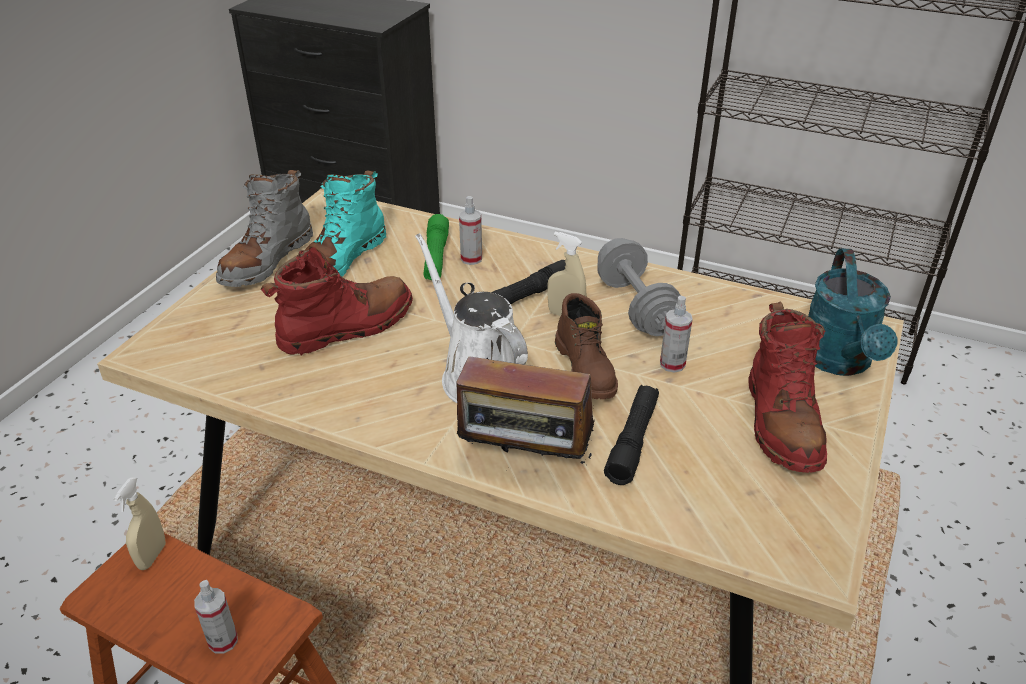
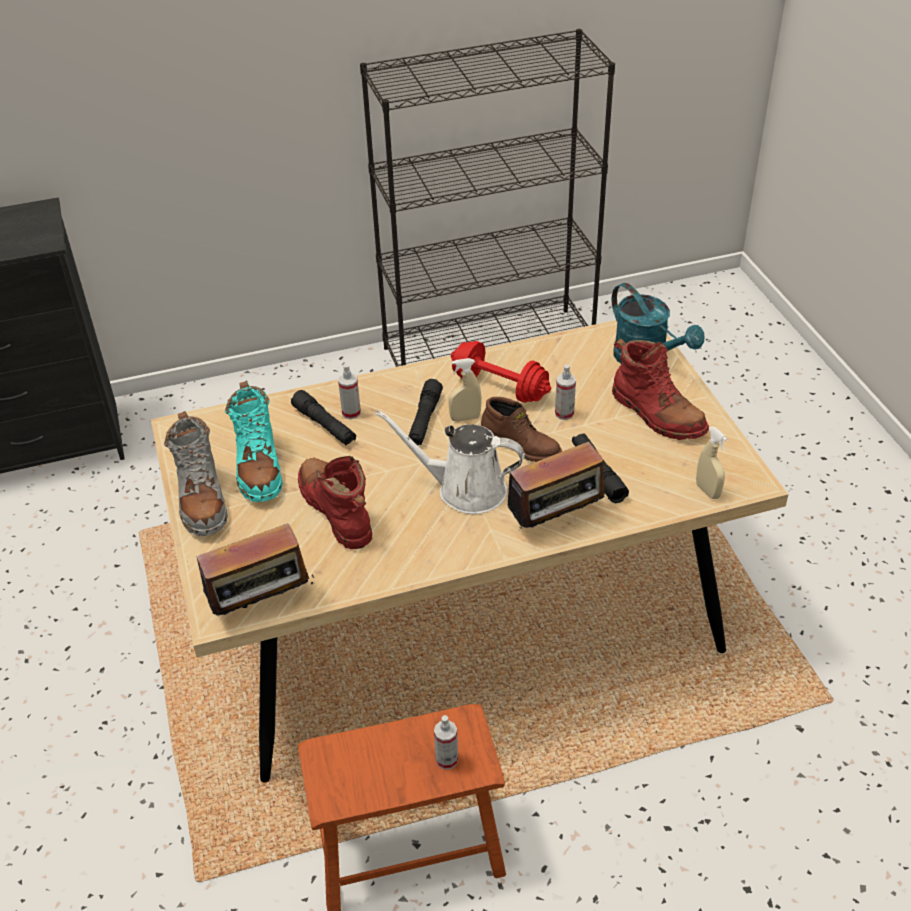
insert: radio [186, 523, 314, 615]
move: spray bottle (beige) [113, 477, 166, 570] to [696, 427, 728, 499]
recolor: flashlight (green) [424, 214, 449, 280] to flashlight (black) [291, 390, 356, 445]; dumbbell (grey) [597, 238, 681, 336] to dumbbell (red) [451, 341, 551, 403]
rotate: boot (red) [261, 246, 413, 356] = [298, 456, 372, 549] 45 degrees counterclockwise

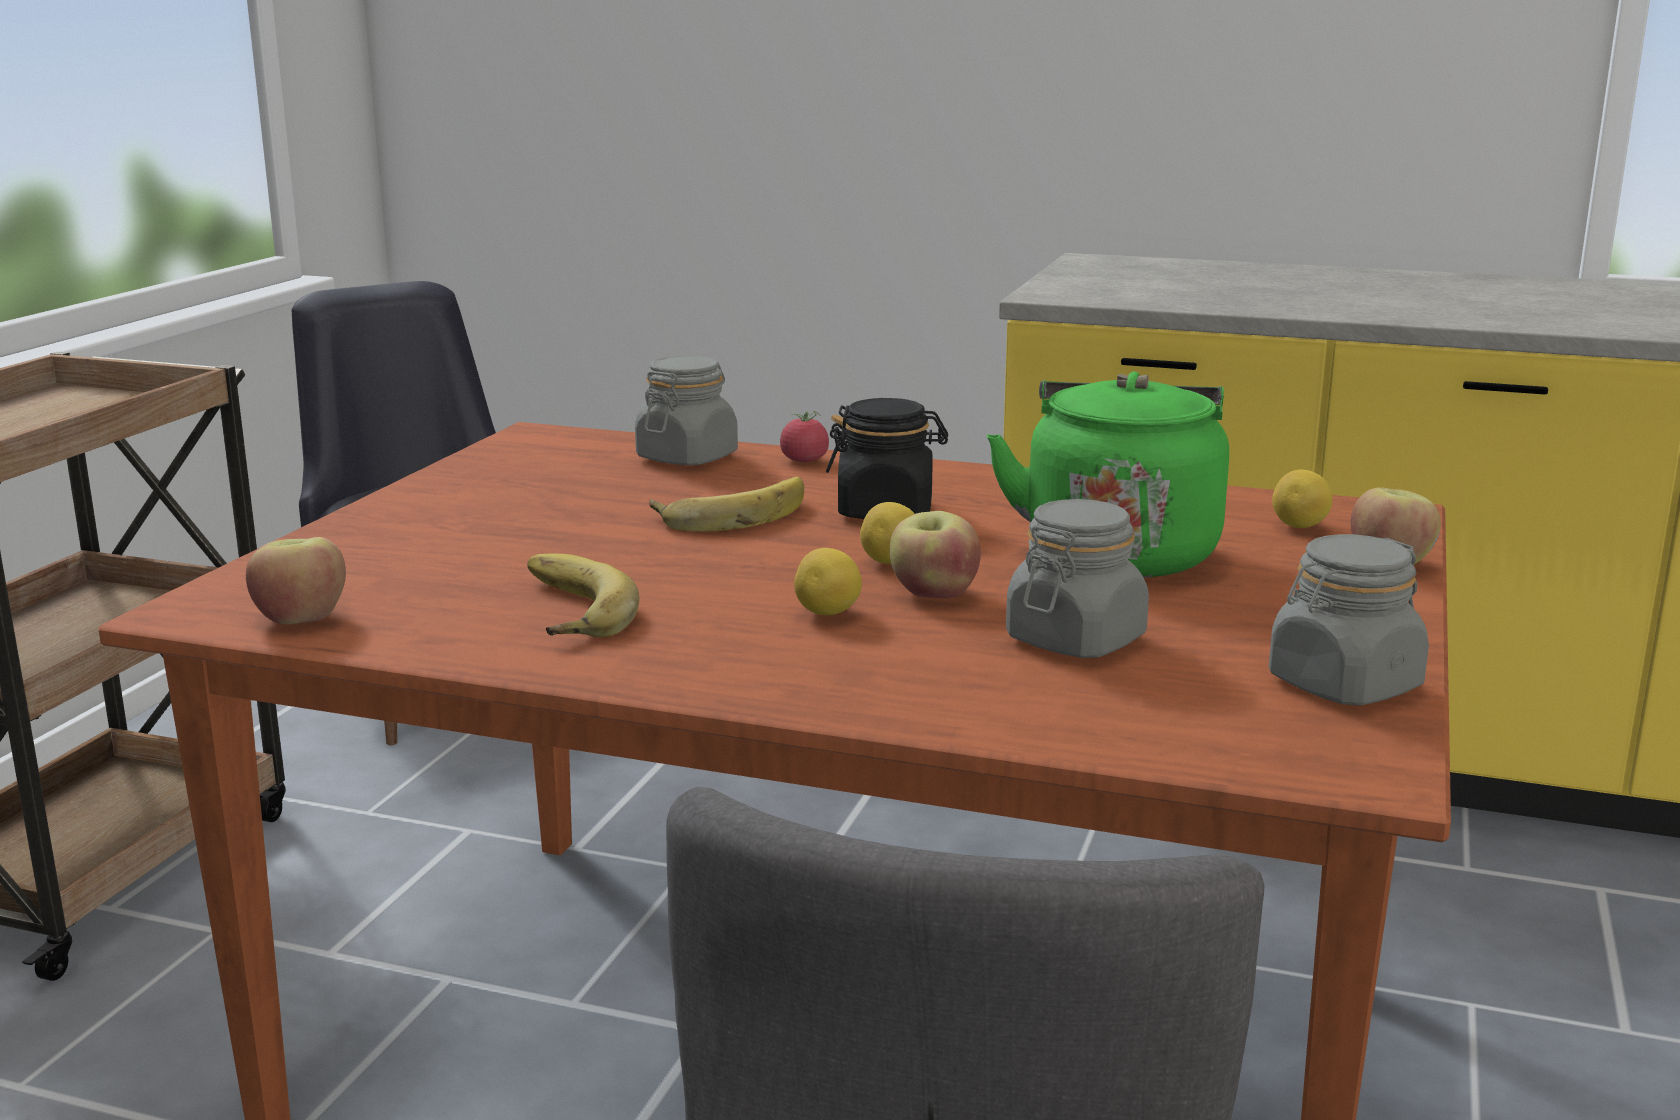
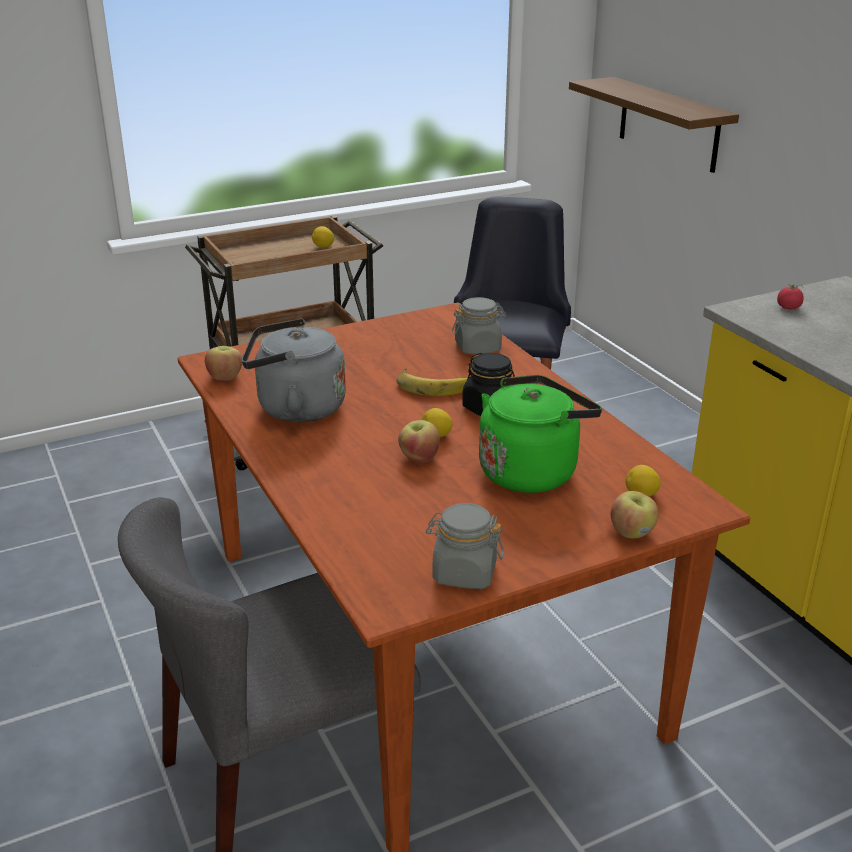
delete: jar (grey) [1006, 499, 1149, 658]
insert: shelf [569, 77, 739, 173]
move: tomato [780, 411, 829, 462] to [777, 283, 804, 309]; lemon [794, 548, 862, 615] to [312, 226, 334, 248]
replace: banana [528, 553, 640, 637] to kettle (grey) [242, 319, 346, 422]

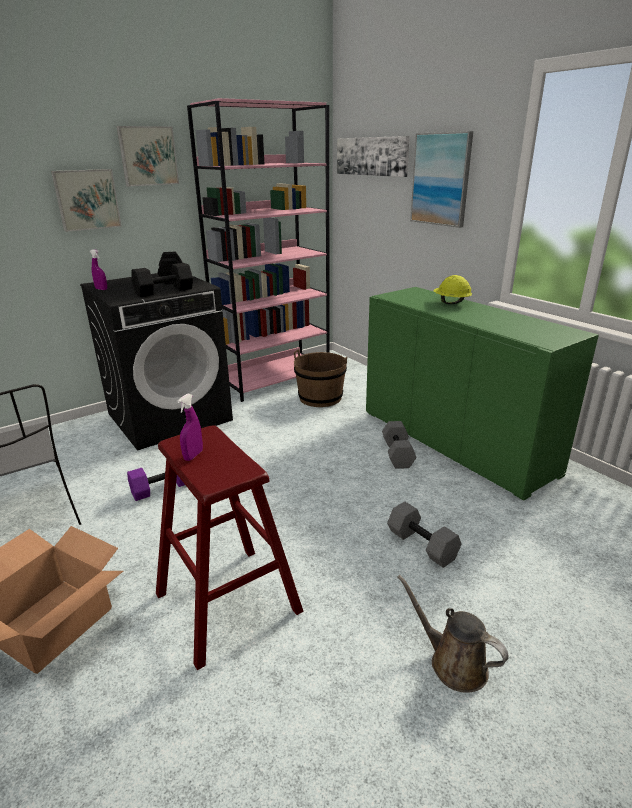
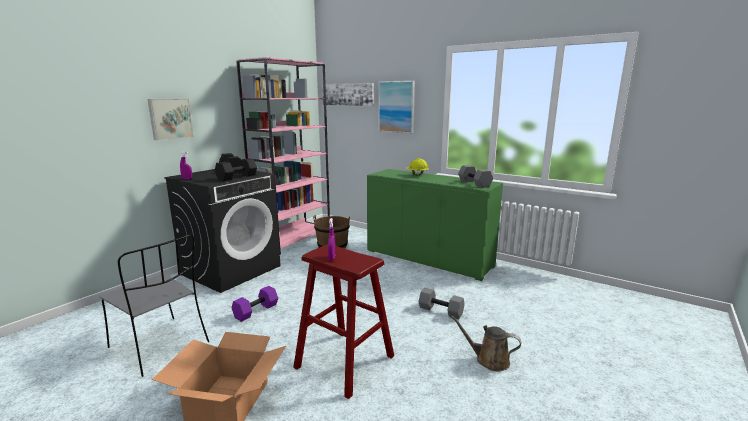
delete: picture [117, 126, 179, 187]
move: dumbbell (grey) [382, 421, 416, 469] to [458, 165, 493, 188]

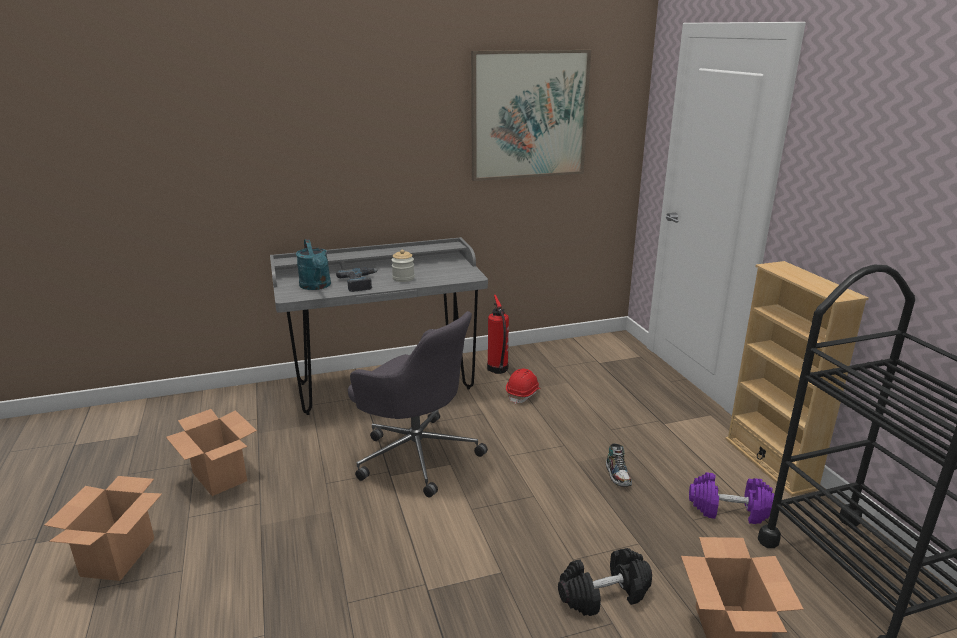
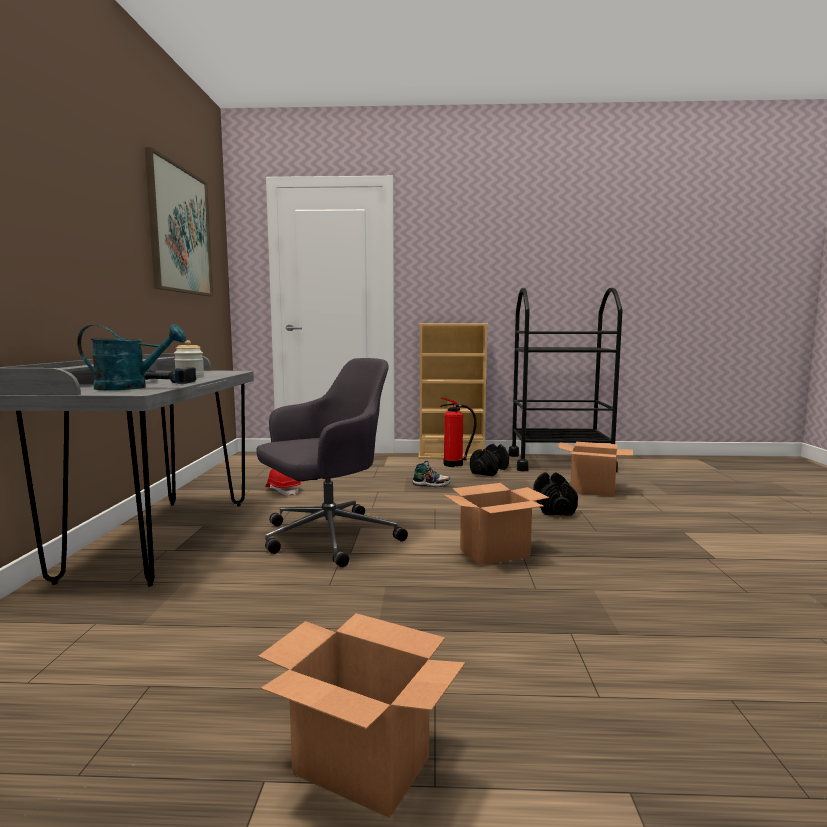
move: cardboard box [166, 409, 257, 496] to [443, 483, 550, 565]; fire extinguisher [487, 295, 509, 374] to [441, 397, 477, 467]
recolor: dumbbell (purple) [689, 472, 774, 524] to dumbbell (black) [470, 444, 509, 476]

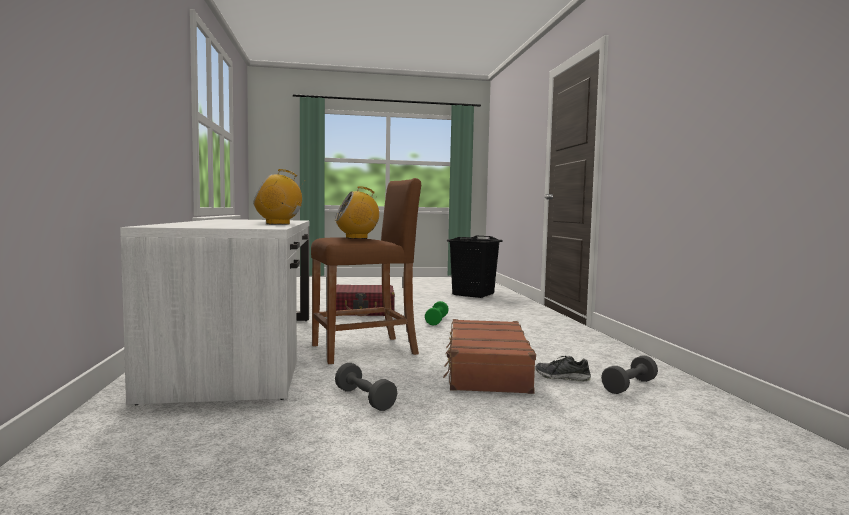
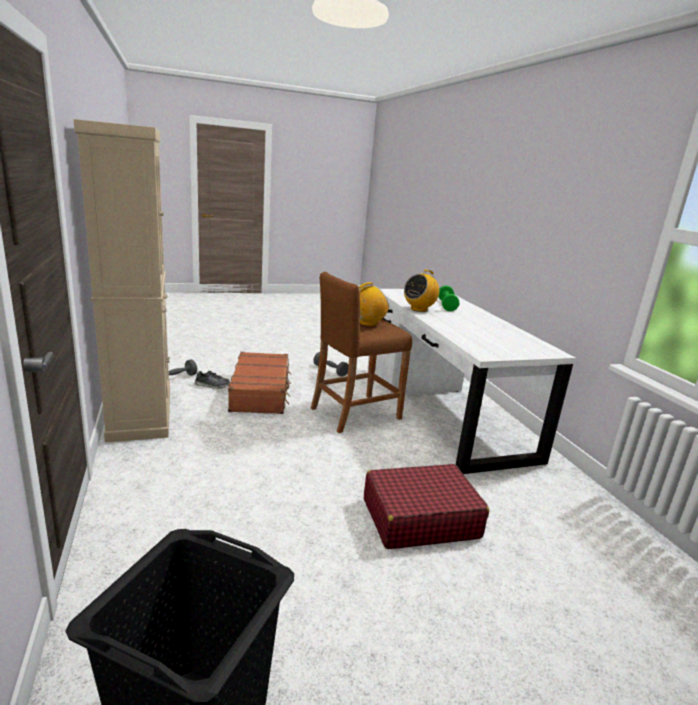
insert: cabinet (beige) [73, 119, 170, 442]
move: dumbbell (green) [425, 301, 449, 325] to [438, 285, 459, 311]
rotate: radio [253, 169, 304, 225] = [404, 270, 439, 312] 150 degrees clockwise

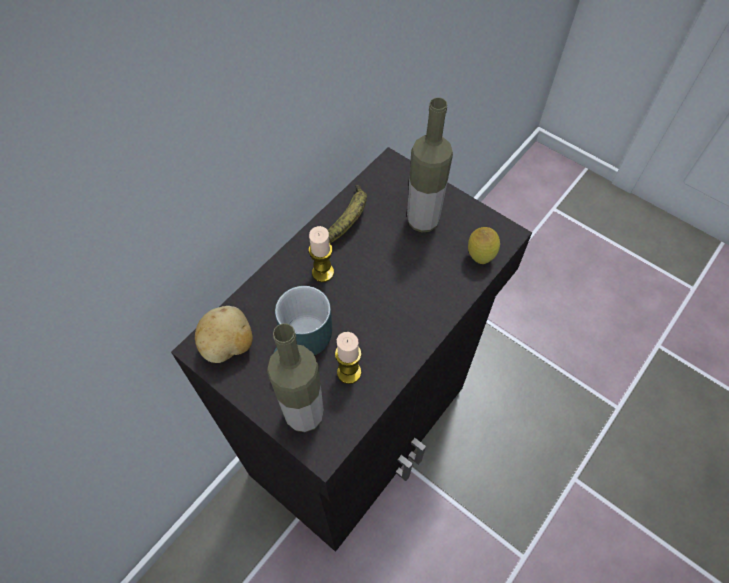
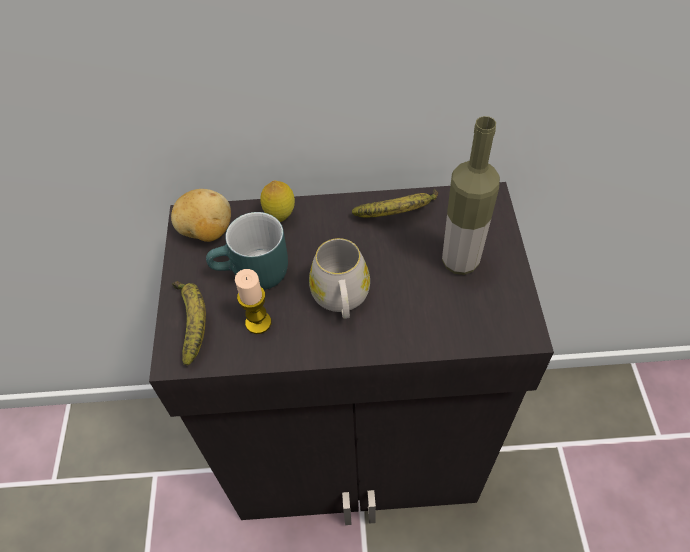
delete: candle [309, 226, 334, 282]
insert: mug (white) [309, 238, 370, 319]
move: lemon [468, 227, 500, 264] to [260, 180, 295, 222]
replace: bottle [267, 323, 324, 432] to banana [172, 281, 206, 365]

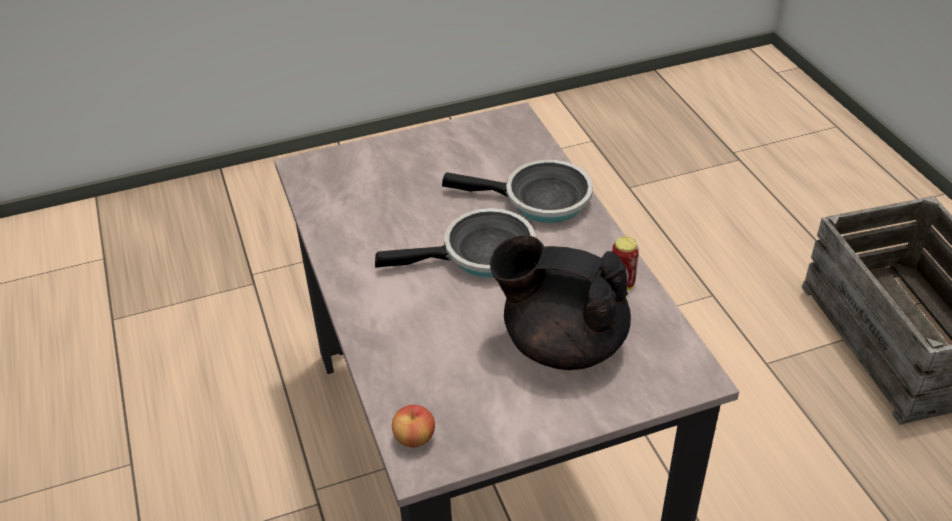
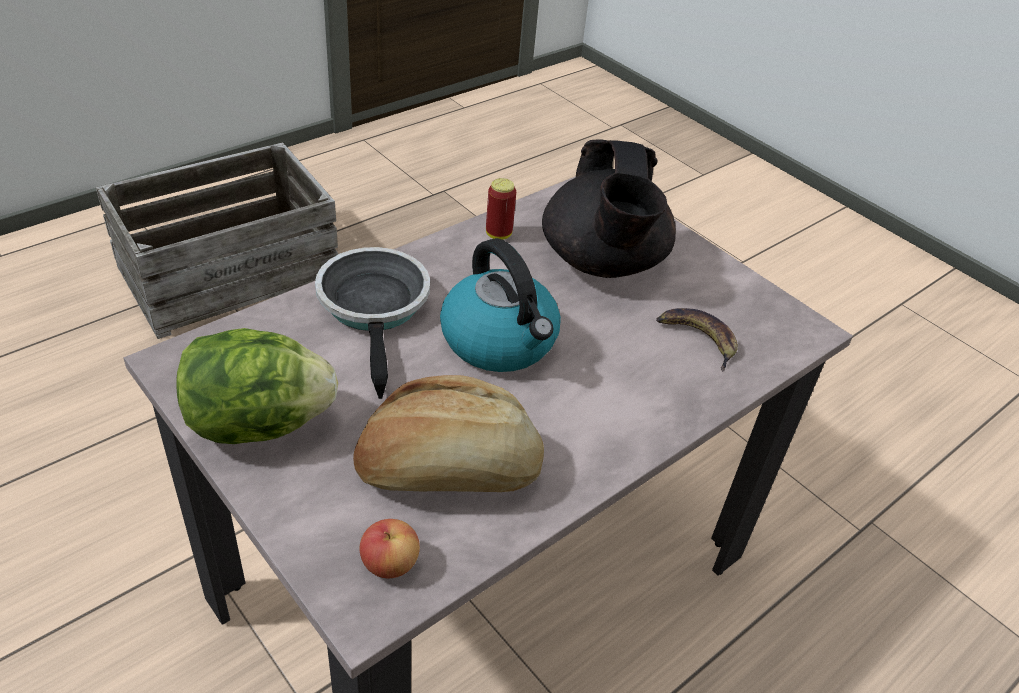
insert: lettuce [176, 328, 338, 444]; bread [353, 375, 544, 492]; banana [656, 308, 738, 372]
move: apple [392, 405, 435, 447] to [360, 519, 420, 579]
replace: frying pan [375, 208, 535, 278] to kettle [440, 238, 561, 372]

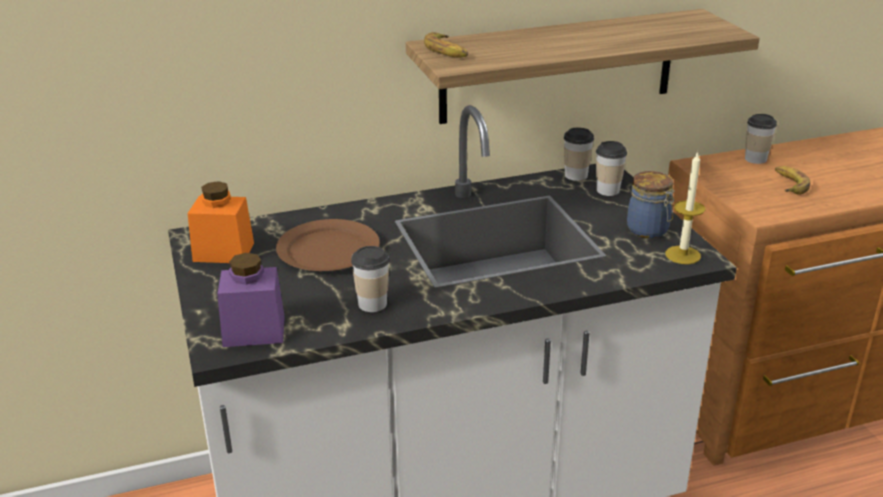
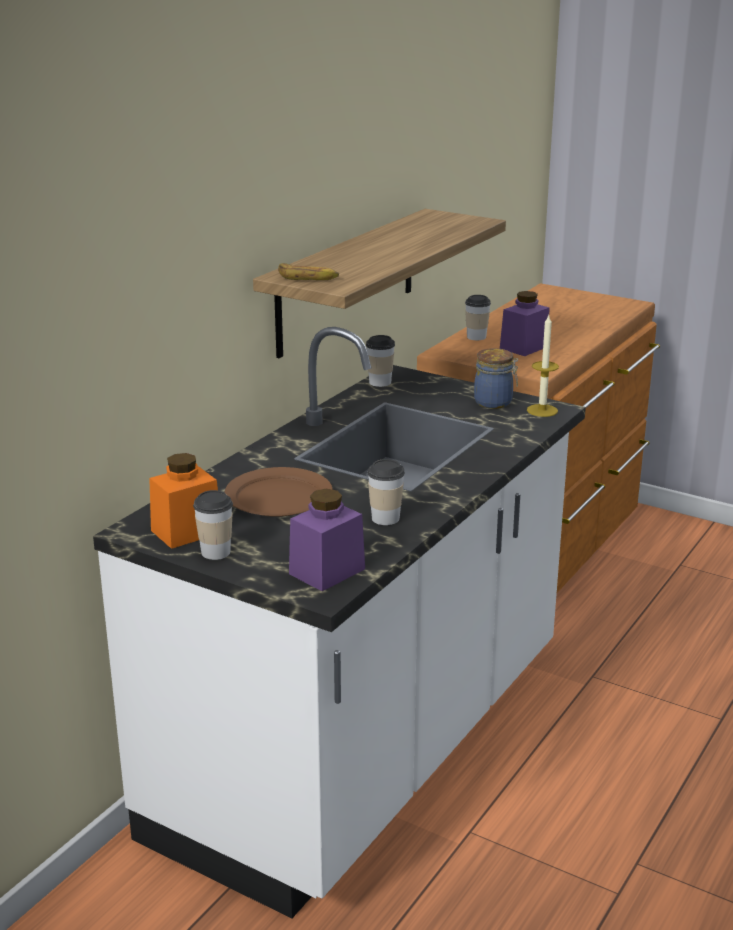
move: cup [596, 141, 627, 196] to [193, 490, 233, 560]
replace: banana [775, 166, 810, 195] to jar (purple) [500, 291, 549, 356]

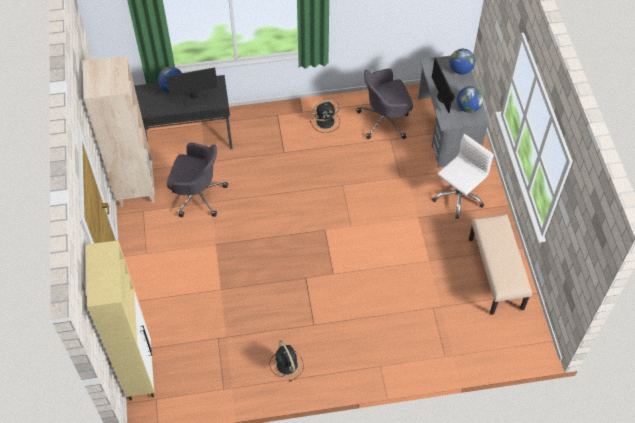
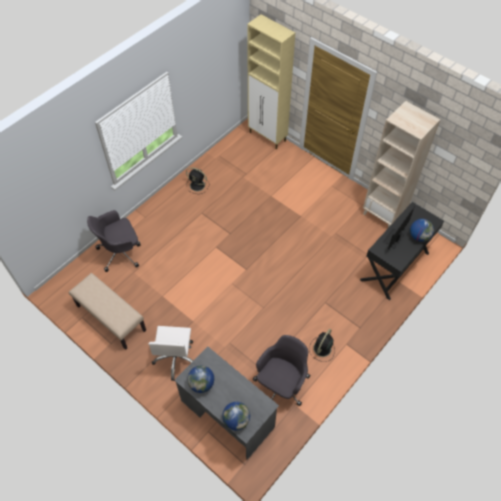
delete: monitor [432, 57, 455, 113]
move: office chair (grey) [167, 143, 228, 217] to [87, 210, 141, 272]

